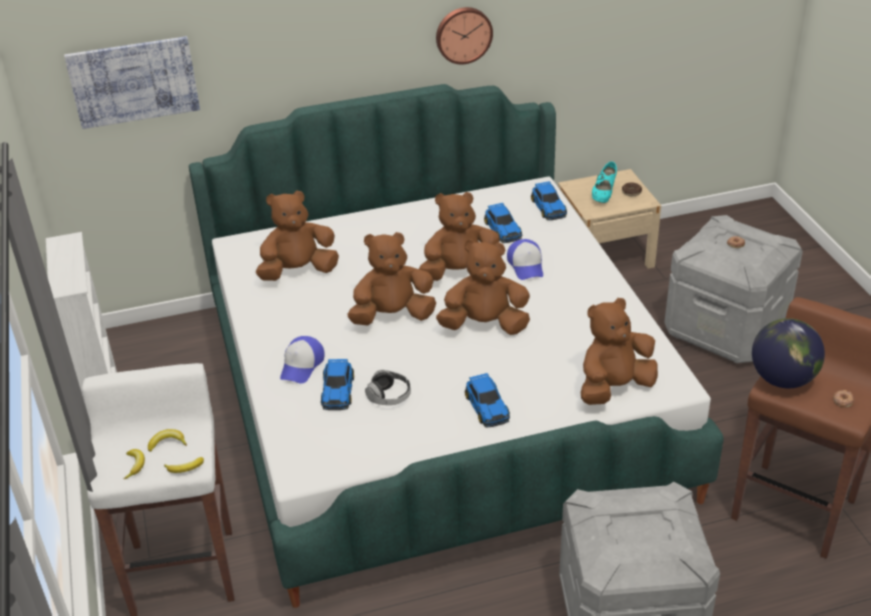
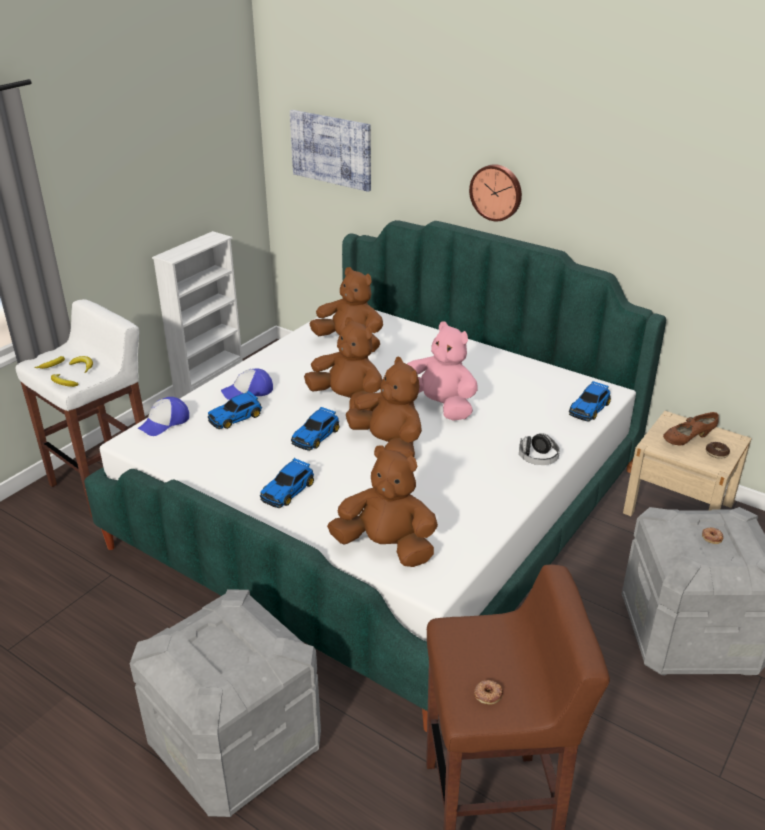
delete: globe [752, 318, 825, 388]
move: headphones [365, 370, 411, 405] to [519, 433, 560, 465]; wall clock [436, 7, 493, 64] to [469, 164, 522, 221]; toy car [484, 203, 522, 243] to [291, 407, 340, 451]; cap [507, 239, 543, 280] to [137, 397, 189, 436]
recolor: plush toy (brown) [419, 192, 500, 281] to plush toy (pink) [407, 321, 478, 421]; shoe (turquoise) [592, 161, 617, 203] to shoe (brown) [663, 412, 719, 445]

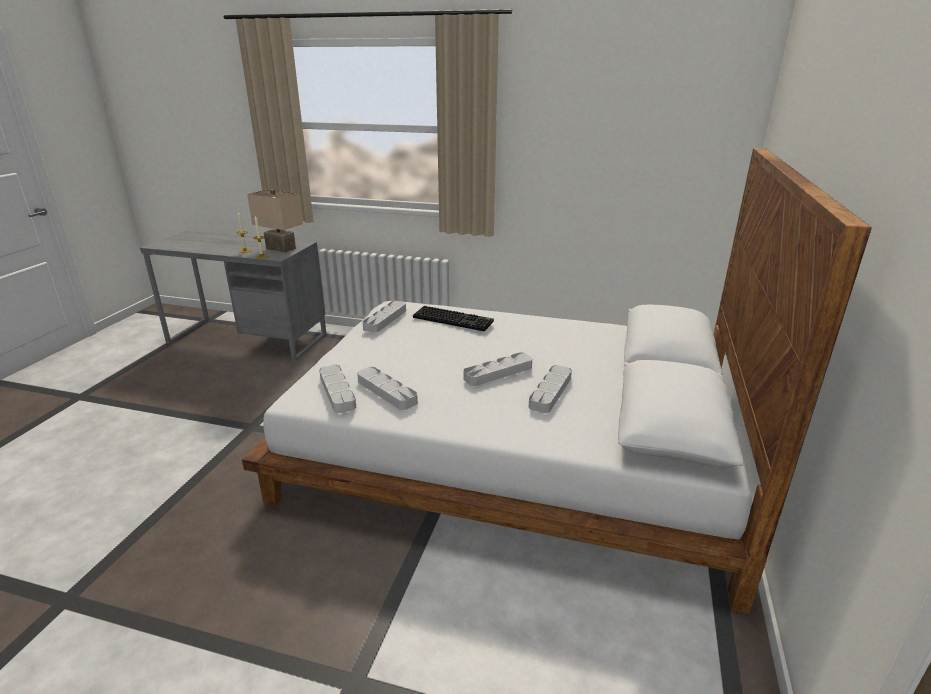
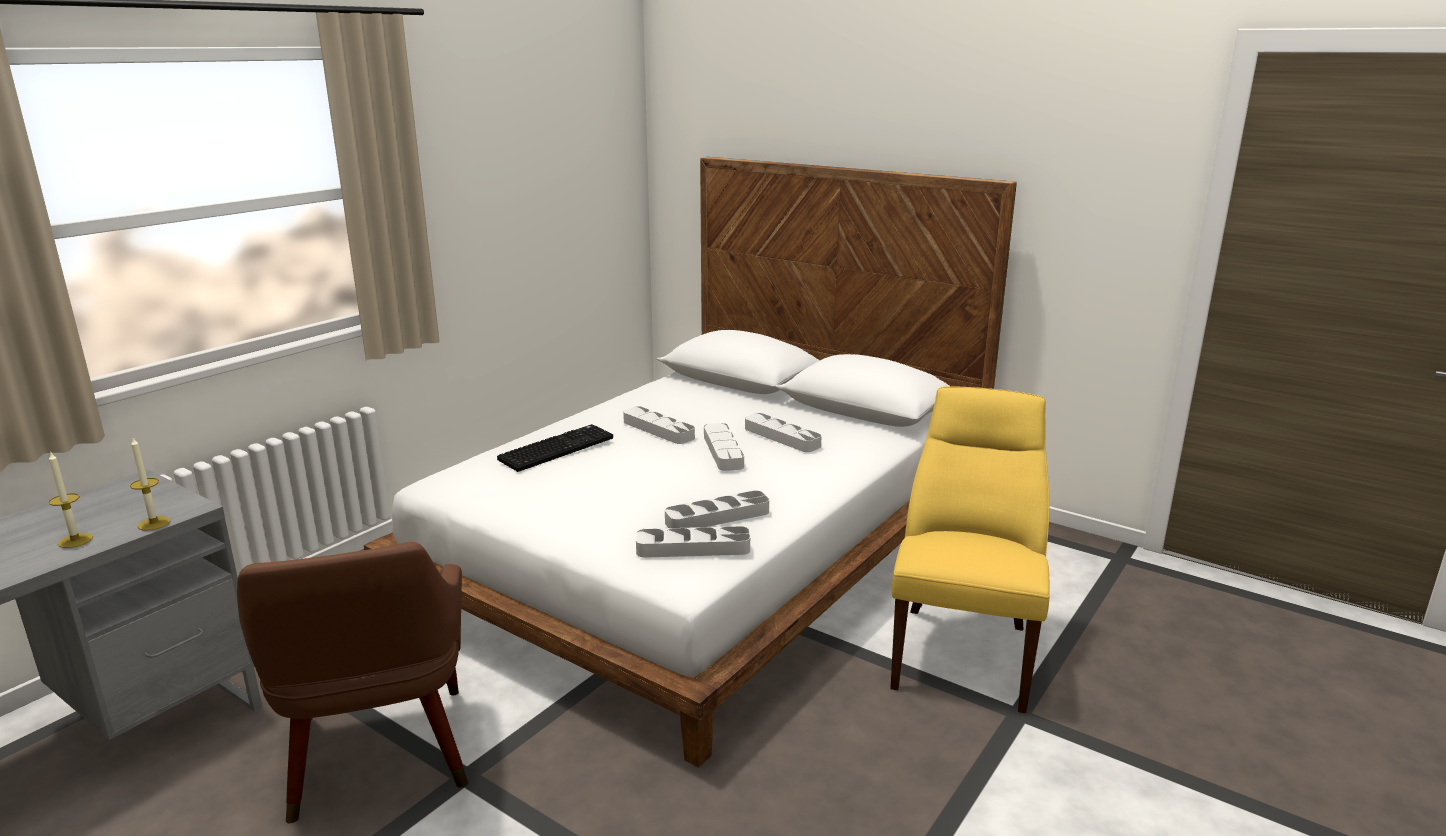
delete: table lamp (beige) [247, 189, 303, 253]
insert: armchair (brown) [237, 542, 468, 823]; chair (yellow) [890, 386, 1050, 713]
move: tray (grey) [362, 301, 406, 333] to [623, 406, 695, 444]

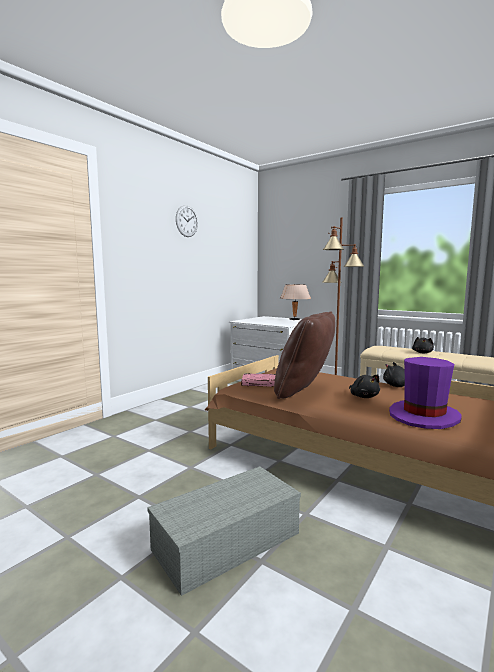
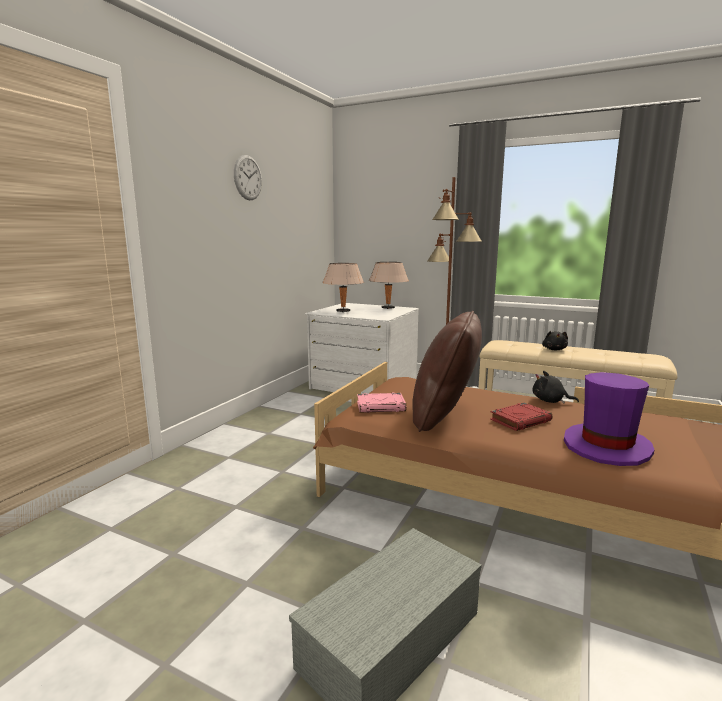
insert: table lamp (beige) [322, 263, 364, 312]
replace: plush toy (black) [349, 375, 380, 398] to book (red) [490, 403, 553, 431]

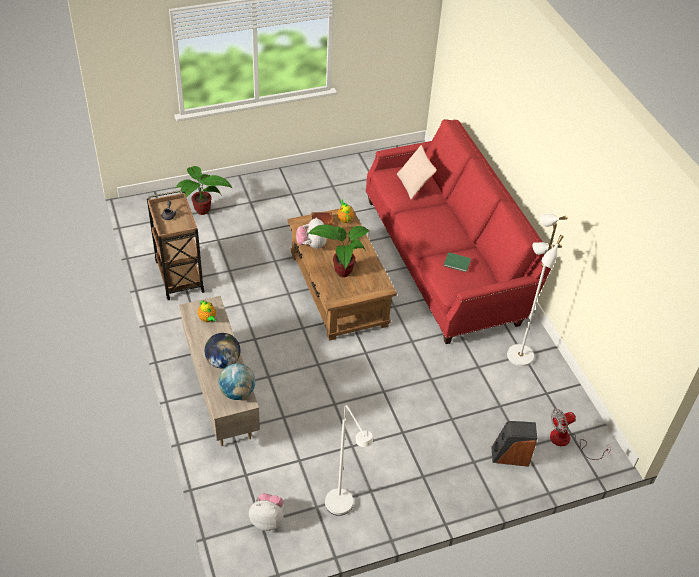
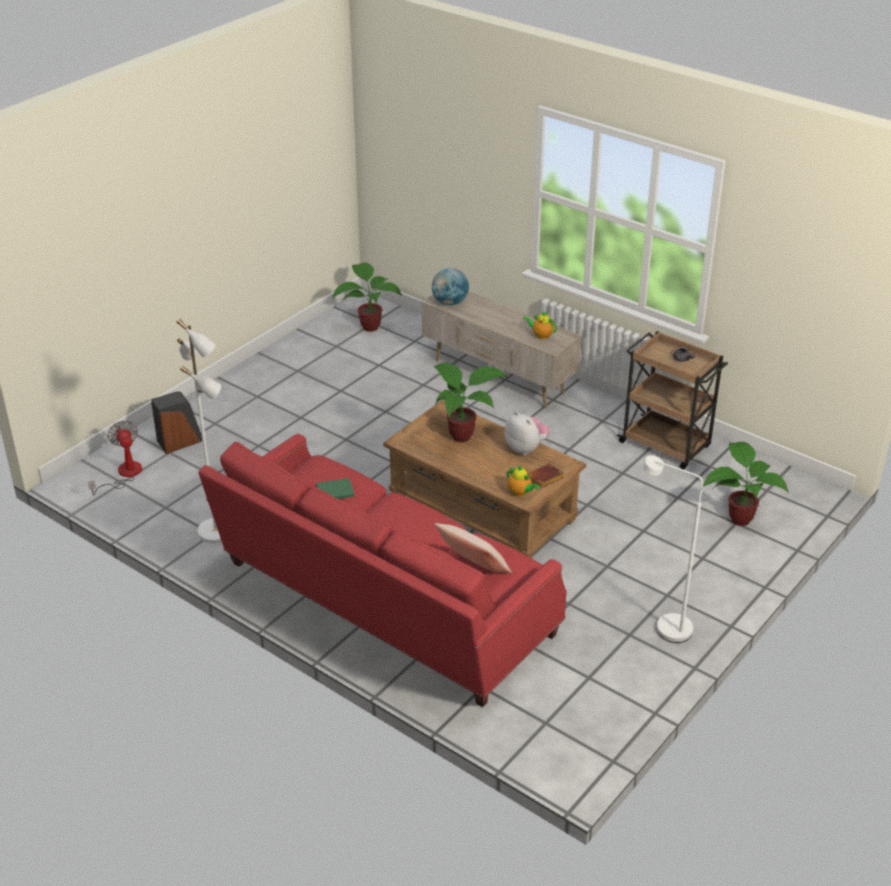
delete: globe [205, 333, 240, 369]
move: floor lamp (white) [325, 405, 373, 516] to [642, 455, 703, 643]
replace: plush toy [249, 493, 284, 531] to potted plant [332, 263, 402, 332]
rotate: fan [550, 408, 611, 460] = [88, 421, 142, 496] 60 degrees counterclockwise

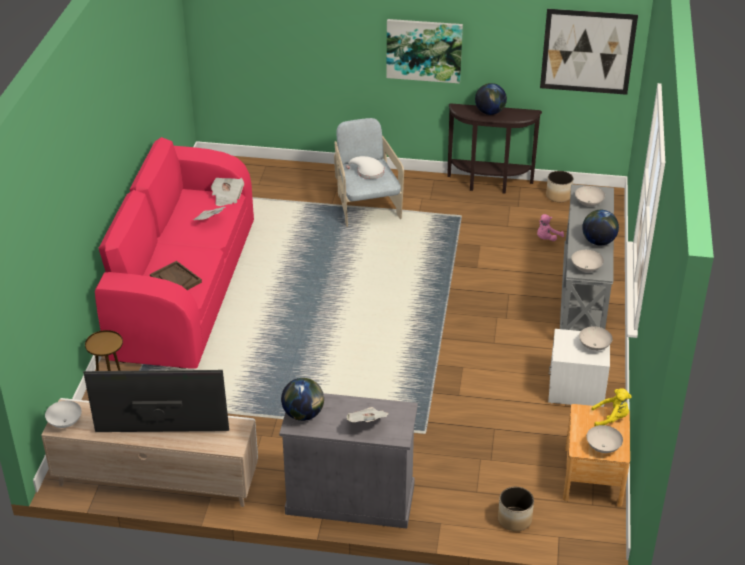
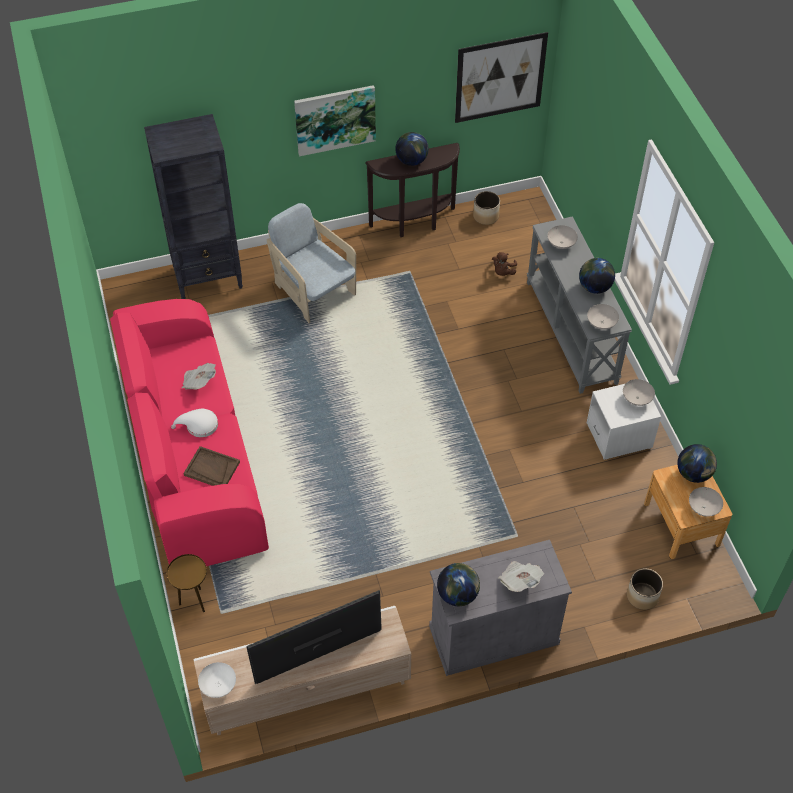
delete: newspaper [211, 178, 244, 206]
insert: bookcase (black) [144, 114, 243, 299]
move: hat (white) [346, 156, 384, 179] to [171, 409, 218, 437]
replace: plush toy (yellow) [591, 389, 632, 426] to globe [677, 444, 717, 483]
recolor: plush toy (pink) [537, 214, 564, 241] to plush toy (brown) [492, 252, 517, 276]

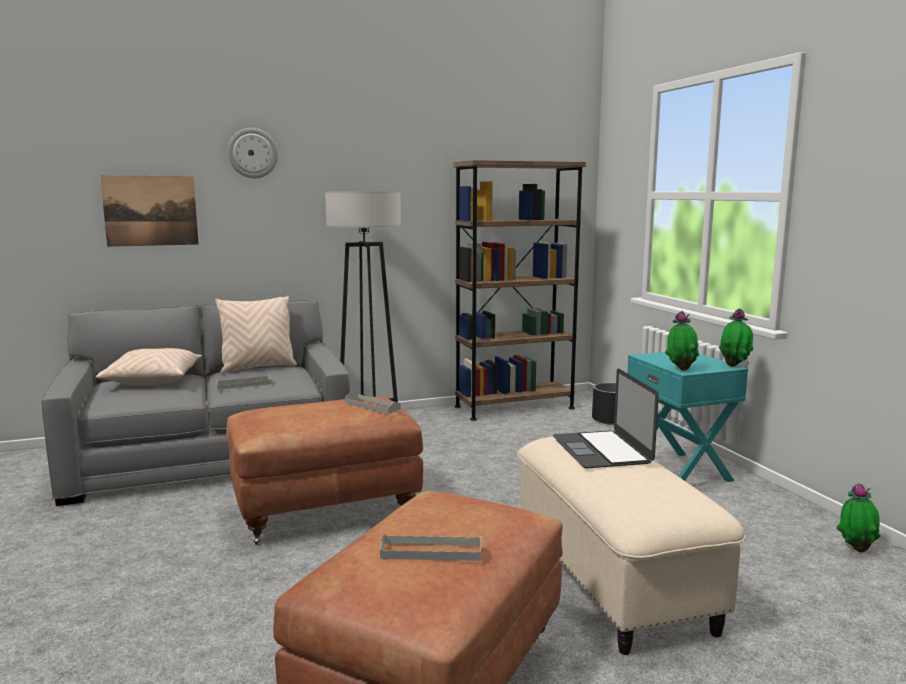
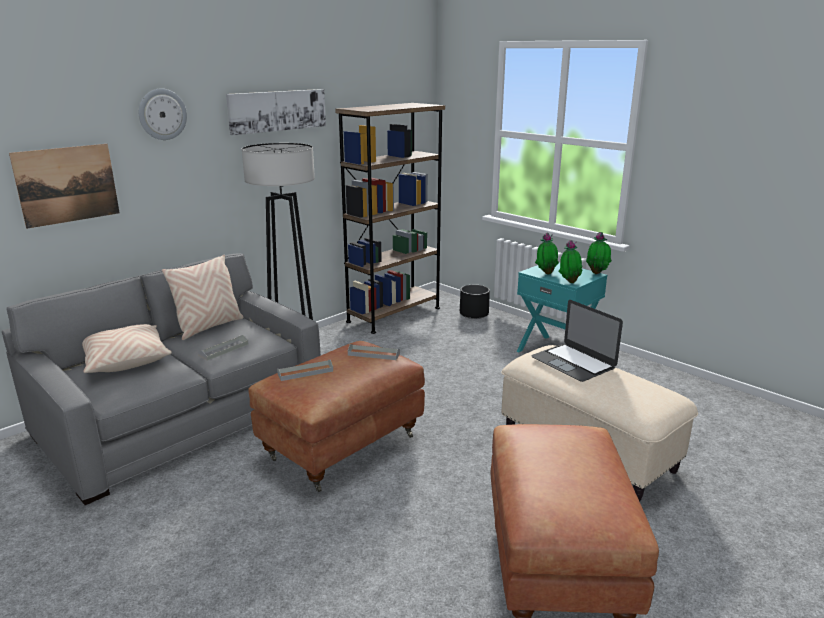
insert: picture [226, 89, 326, 135]
move: tray (grey) [380, 534, 481, 561] to [277, 360, 333, 381]; potted plant [837, 484, 881, 552] to [535, 233, 559, 275]

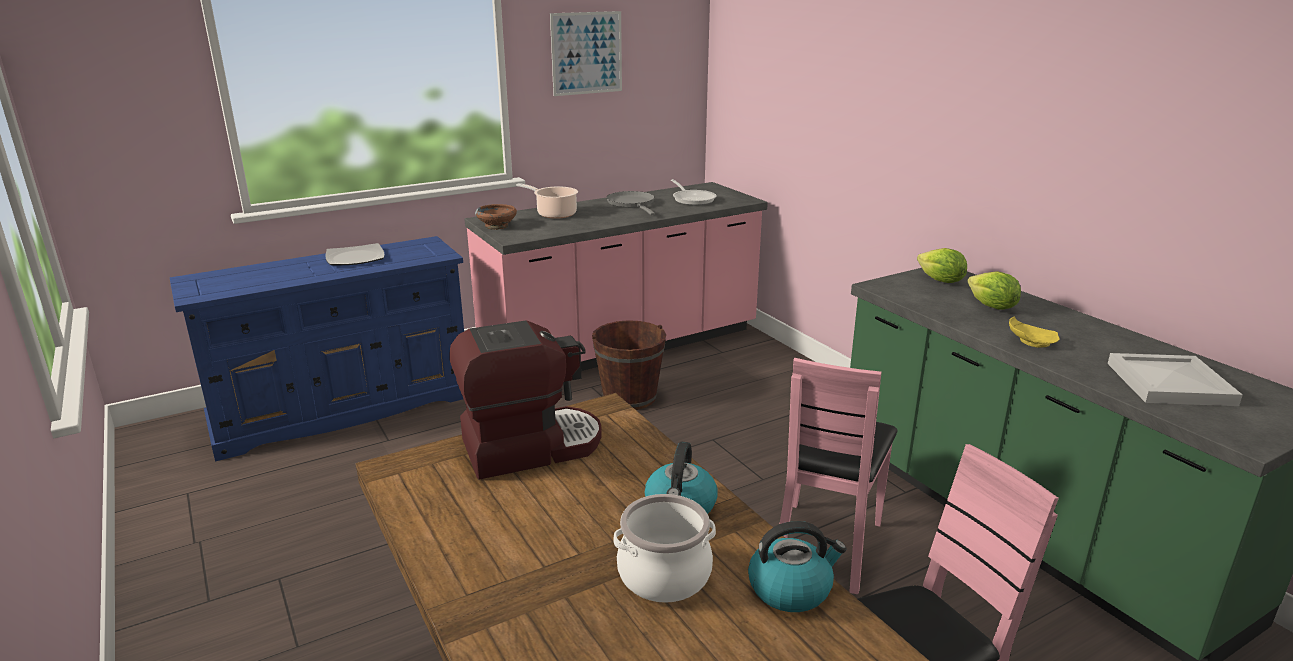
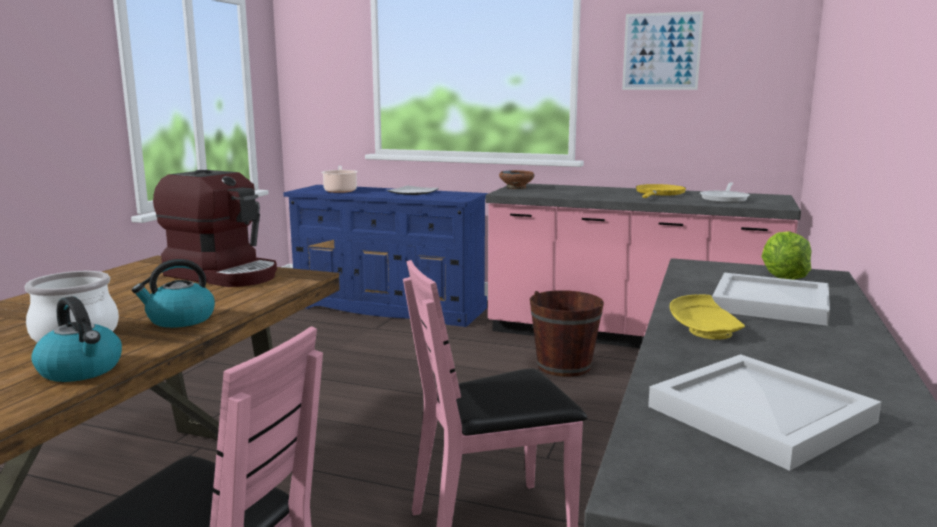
move: cooking pot [516, 183, 578, 219] to [321, 166, 358, 193]
replace: lettuce [967, 271, 1021, 309] to tray (white) [712, 273, 830, 326]
recolor: frying pan (grey) [606, 191, 655, 215] to frying pan (yellow) [636, 184, 686, 198]

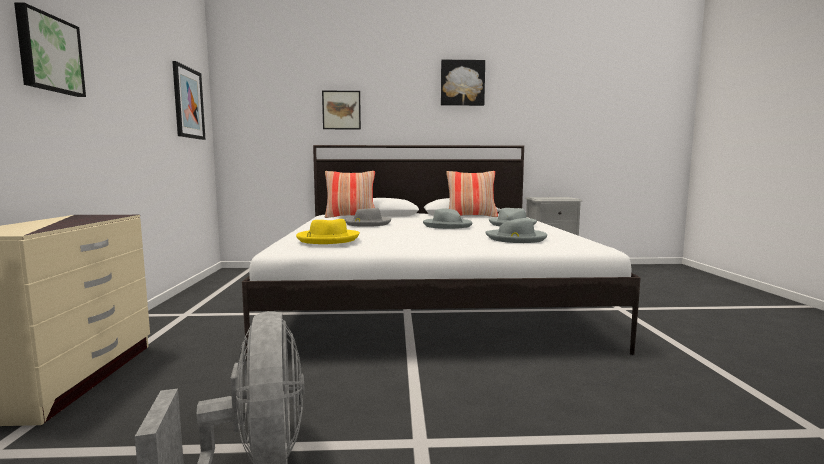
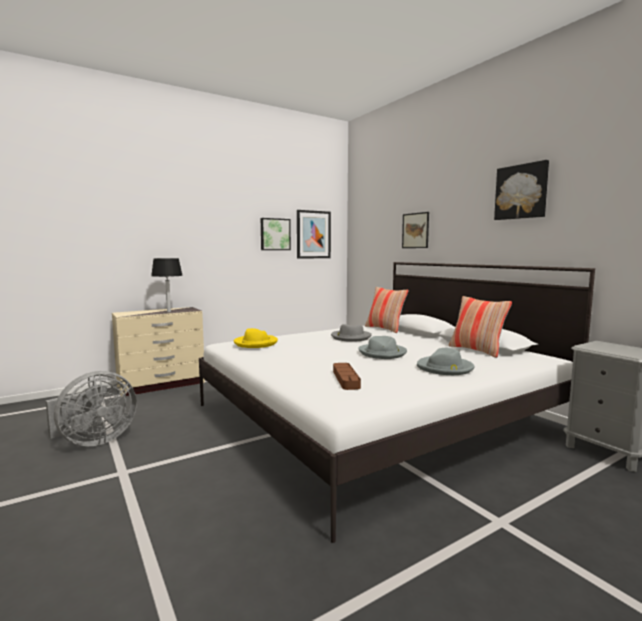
insert: table lamp (black) [151, 258, 183, 312]
move: picture [14, 2, 86, 97] to [261, 218, 291, 250]
replace: hat (grey) [485, 218, 547, 243] to tray (brown) [333, 363, 361, 390]

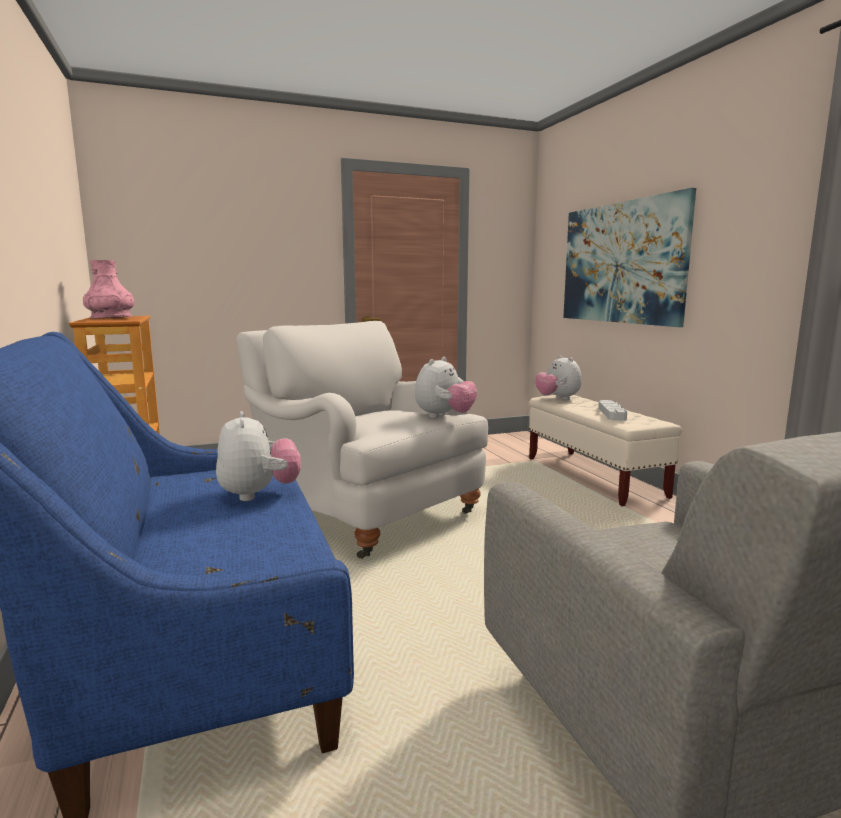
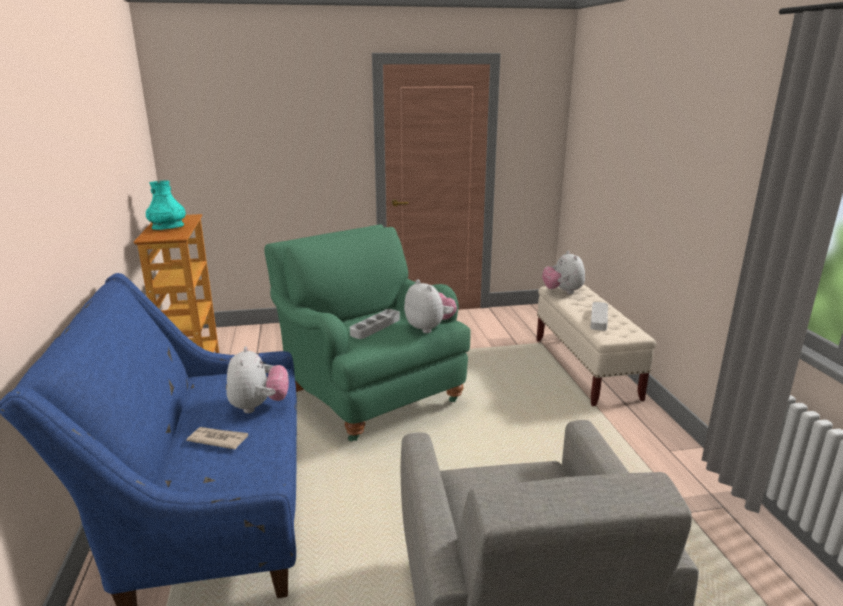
delete: picture [563, 188, 696, 327]
insert: newspaper [186, 427, 248, 449]; tray (grey) [350, 309, 400, 339]
recolor: vase (pink) [83, 260, 135, 319] to vase (turquoise) [146, 181, 186, 230]; armchair (white) [236, 321, 488, 559] to armchair (green) [264, 224, 471, 442]
rotate: plush toy [415, 357, 477, 418] = [404, 279, 457, 333] 75 degrees counterclockwise

